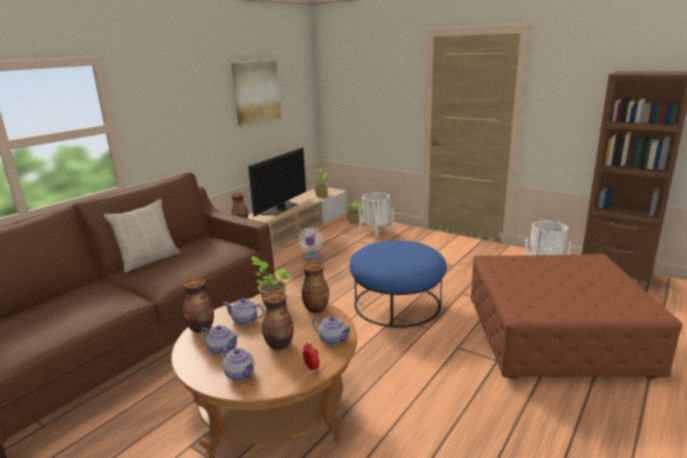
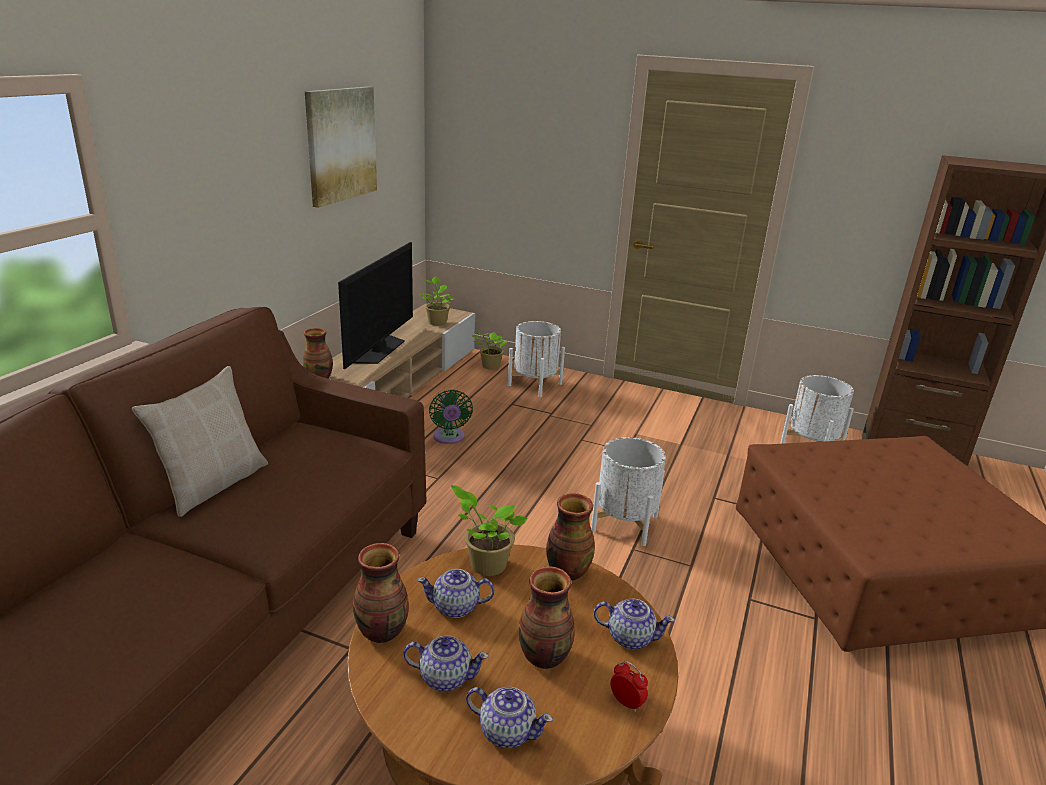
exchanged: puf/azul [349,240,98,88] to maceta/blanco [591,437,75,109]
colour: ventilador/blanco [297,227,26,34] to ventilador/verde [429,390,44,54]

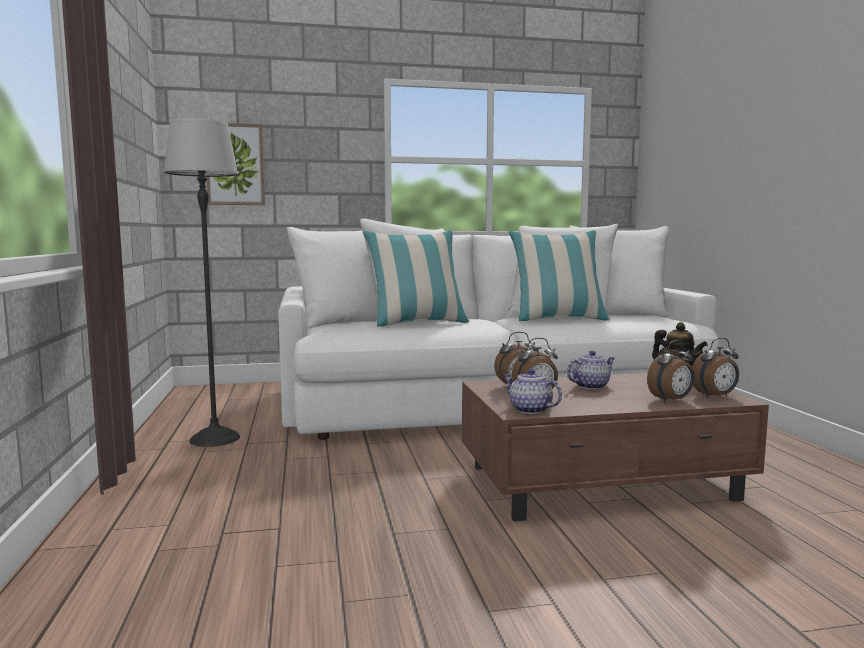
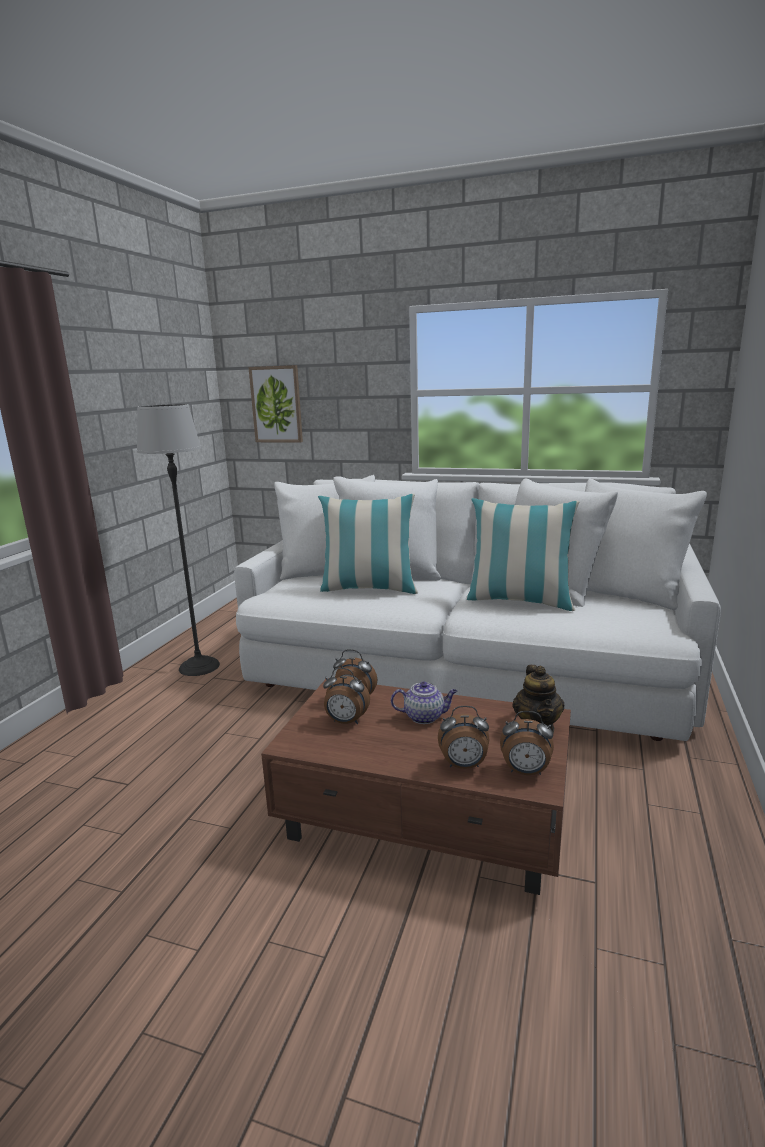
missing: tetera [503,369,59,45]

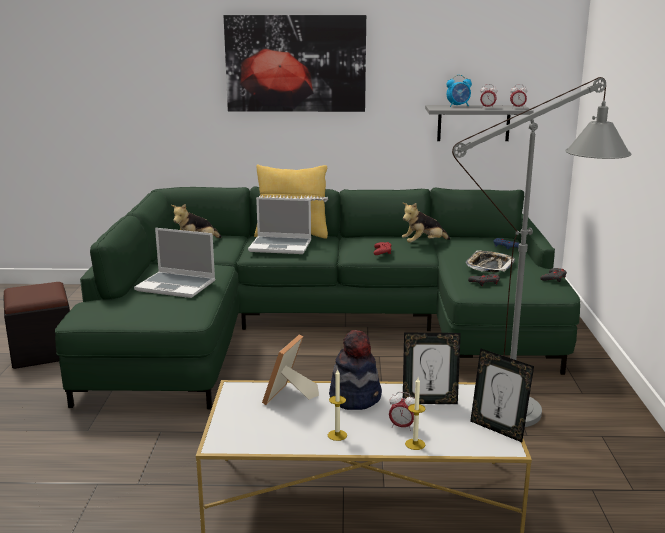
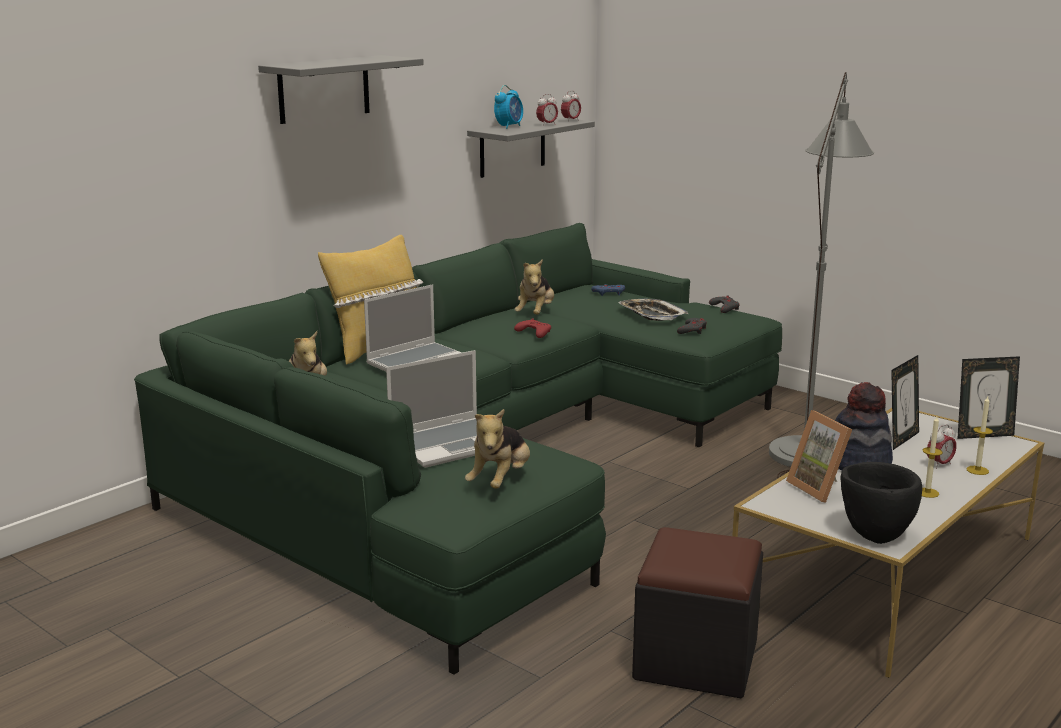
appeared: peluche [465,409,65,80]; cuenco/negro [840,462,82,82]
relocated: puf/negro [3,282,67,87] to [632,527,131,171]
exchanged: cuadro [224,15,142,97] to estante/gris [258,55,166,69]

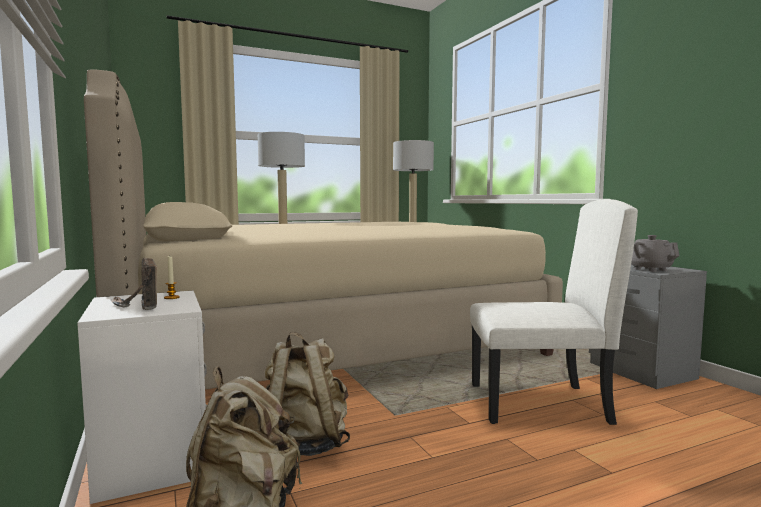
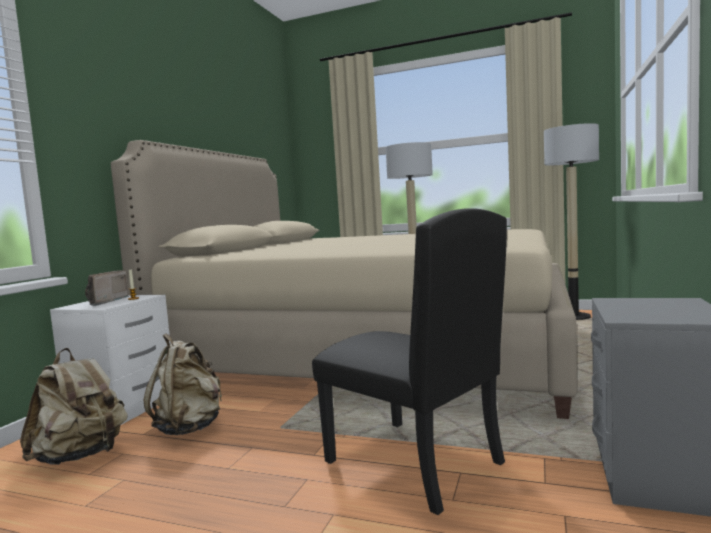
missing: tetera/gris [631,235,49,37]
colour: silla/blanco [470,199,168,226] to silla/negro [312,208,195,307]

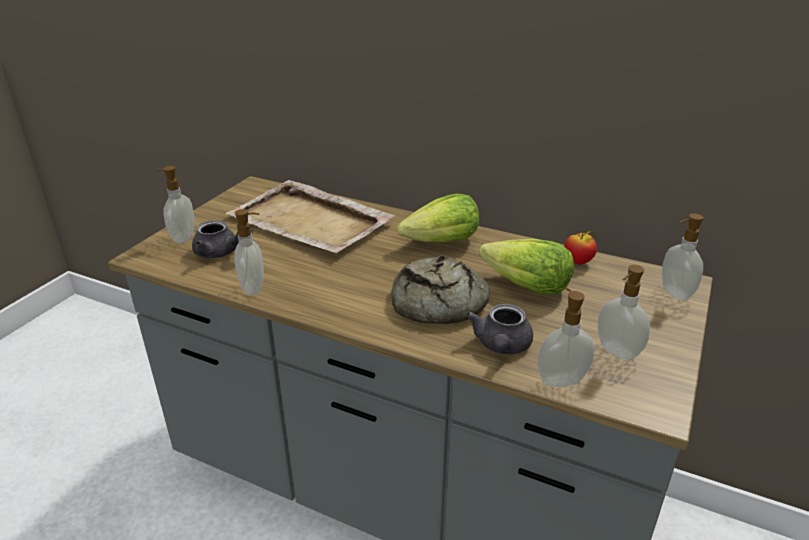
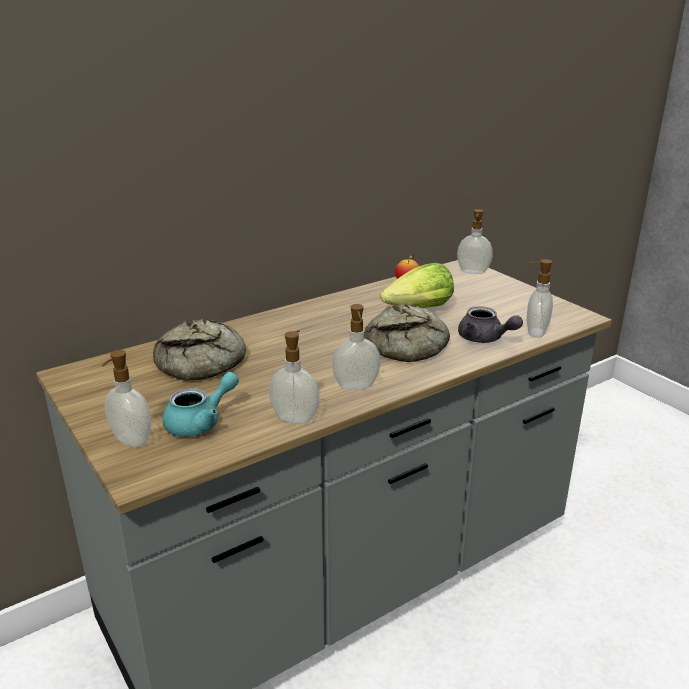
missing: lechuga [397,194,82,48]
relocated: dispensador de jabón [598,265,52,95] to [332,304,49,86]
exchanged: bandeja/beis [226,180,169,73] to pan [153,319,93,62]
colour: tetera/gris [192,220,61,38] to tetera/turquesa [163,372,76,65]

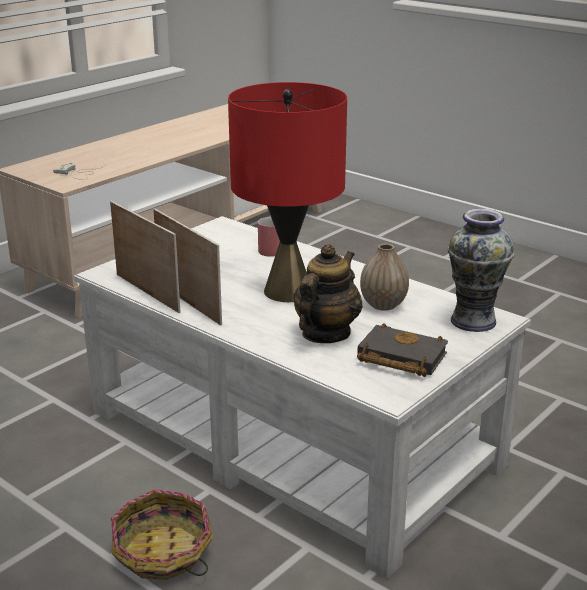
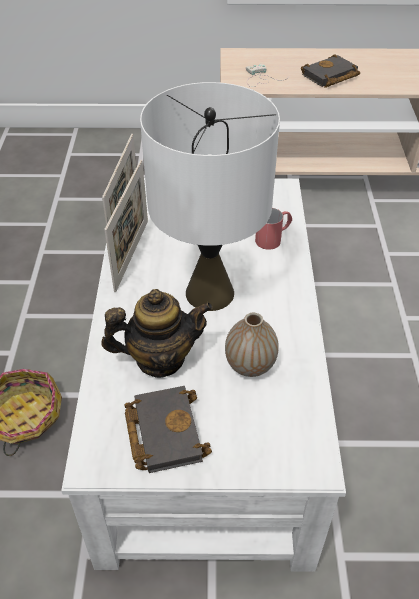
missing: florero [448,208,67,124]
appeared: libro/negro [301,54,59,34]
colour: lámpara de mesa/rojo [228,82,119,220] to lámpara de mesa/blanco [140,82,140,229]

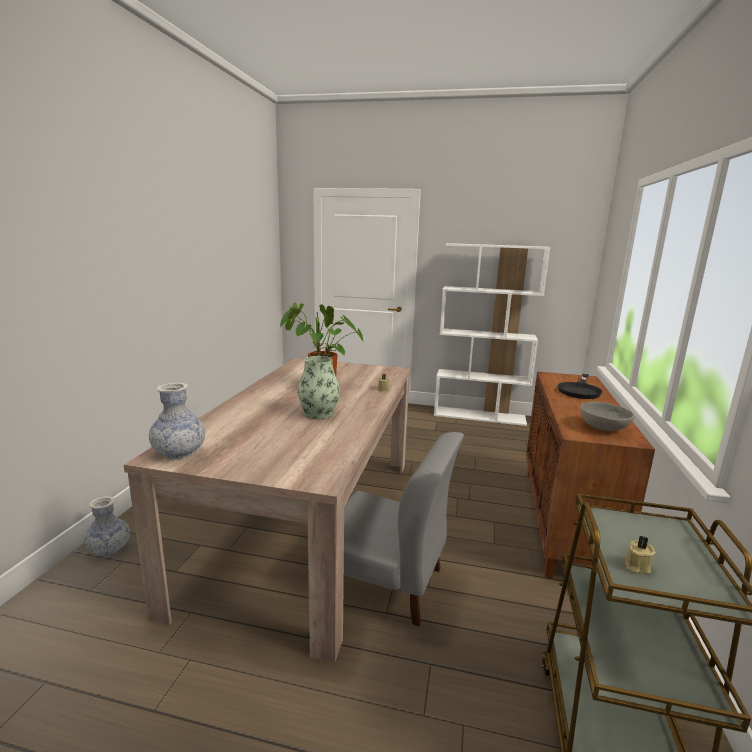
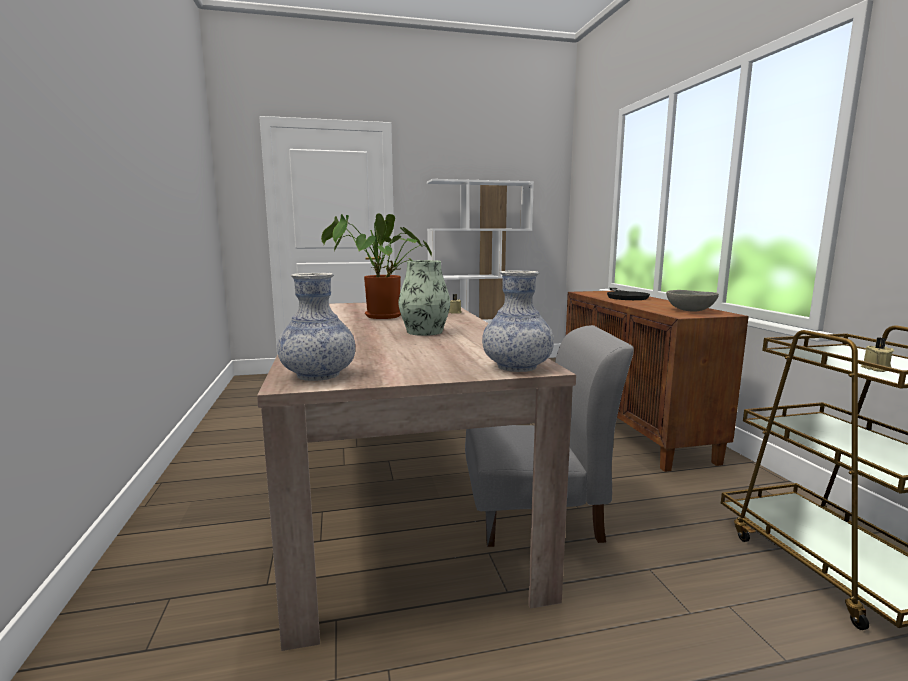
relocated: florero [84,496,46,60] to [482,270,72,102]

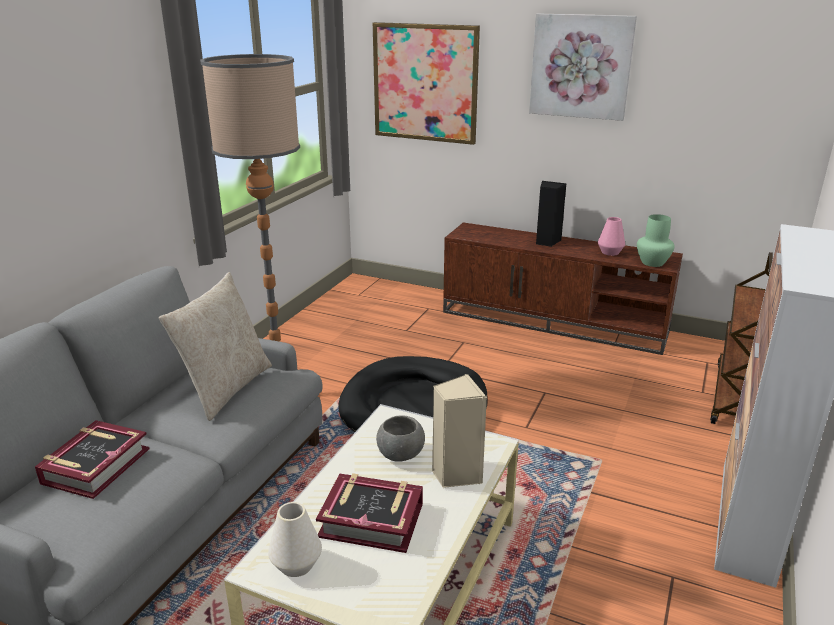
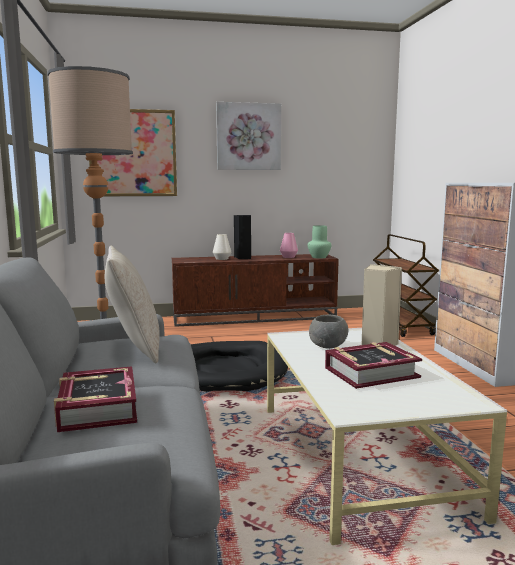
relocated: florero/blanco [268,502,54,75] to [213,234,18,26]

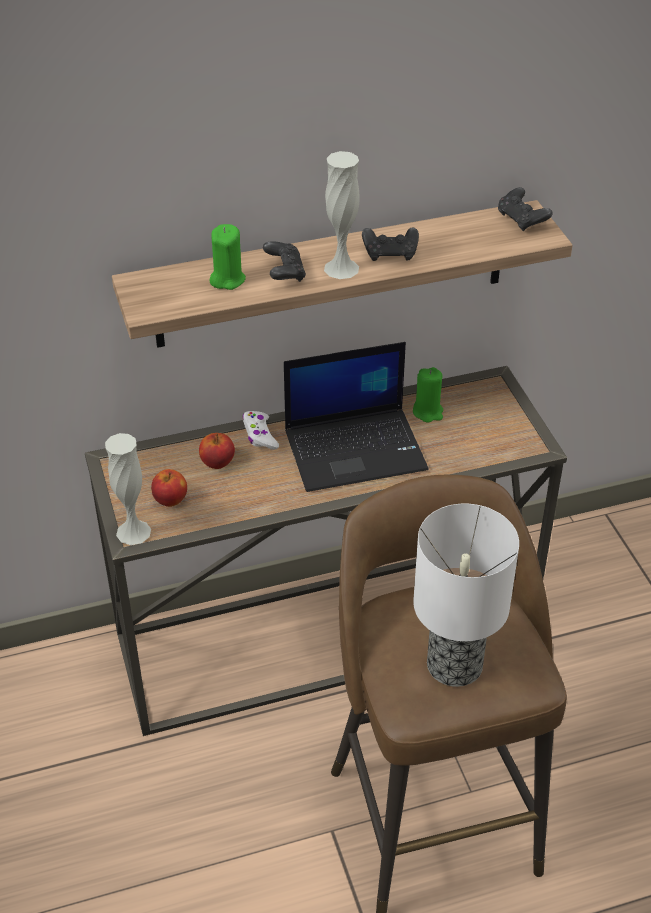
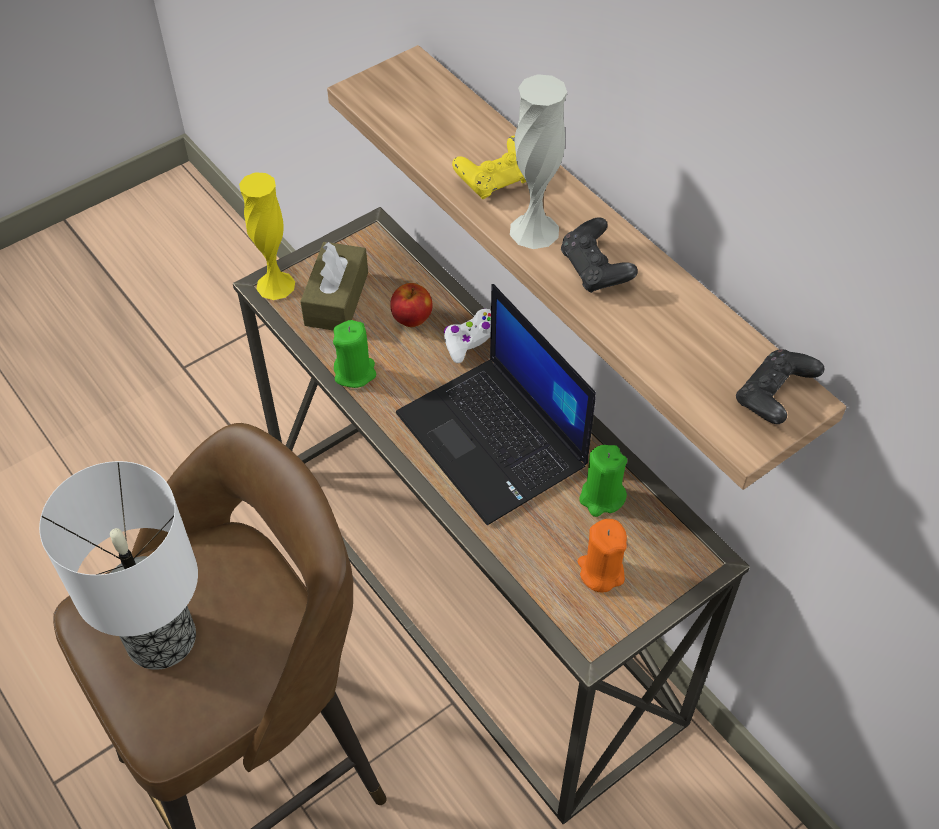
appeared: vela/naranja [578,519,49,74]
relocated: vela/verde [210,224,36,66] to [333,320,43,68]
exchanged: manzana [151,469,36,38] to caja de pañuelos/marrón [300,242,68,89]
colour: florero/blanco [105,433,46,112] to florero/amarillo [239,172,56,128]; mando de consola/negro [263,241,43,41] to mando de consola/amarillo [452,136,74,63]

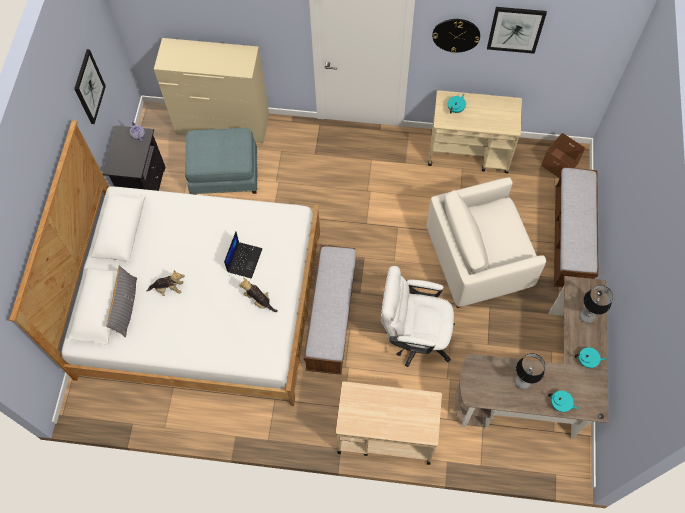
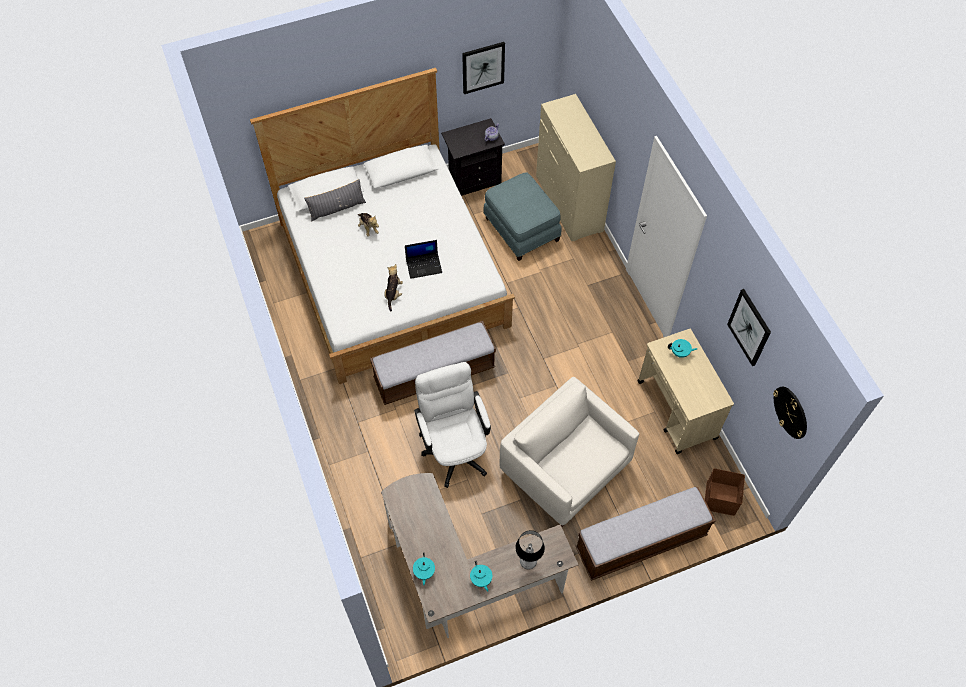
missing: carrito/beis [336,381,106,84]; lámpara de mesa [515,353,30,37]
relocated: reloj de pared [432,19,48,34] to [773,387,34,52]

